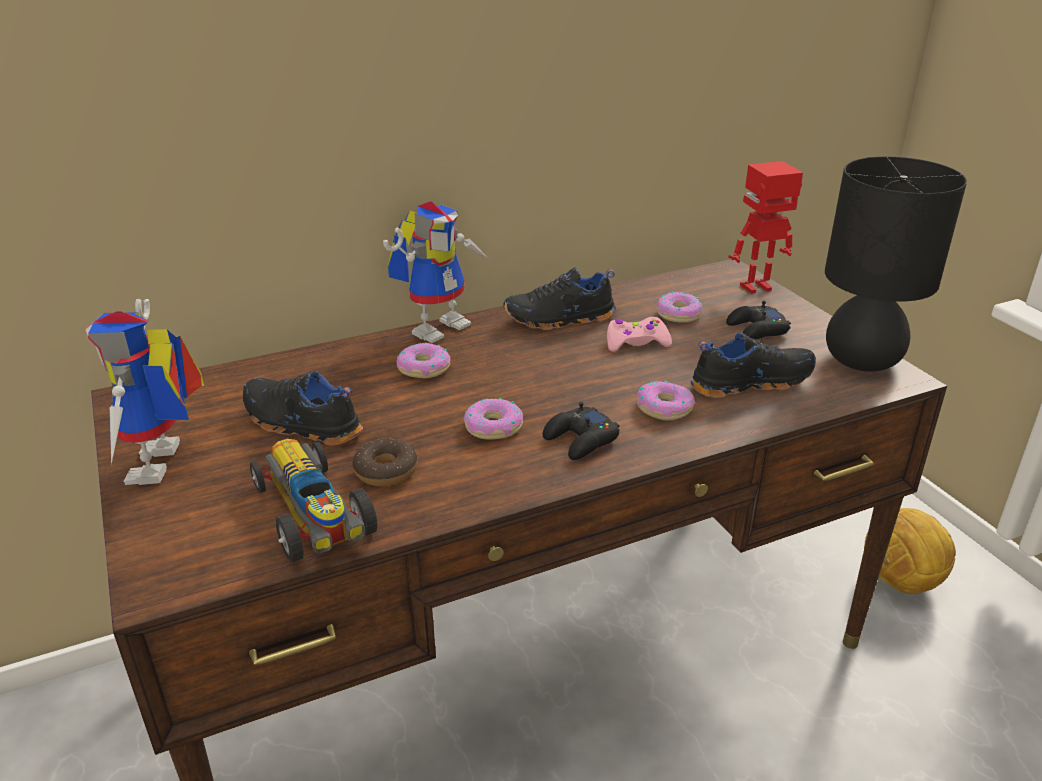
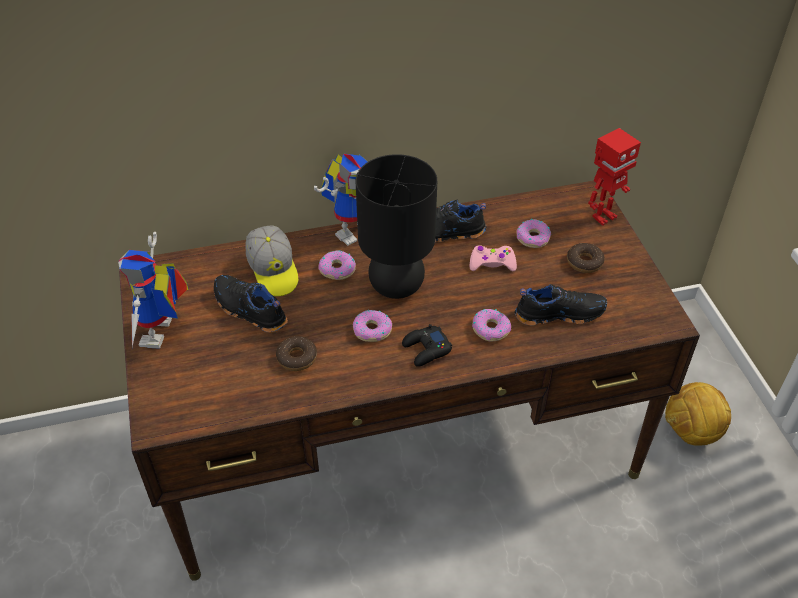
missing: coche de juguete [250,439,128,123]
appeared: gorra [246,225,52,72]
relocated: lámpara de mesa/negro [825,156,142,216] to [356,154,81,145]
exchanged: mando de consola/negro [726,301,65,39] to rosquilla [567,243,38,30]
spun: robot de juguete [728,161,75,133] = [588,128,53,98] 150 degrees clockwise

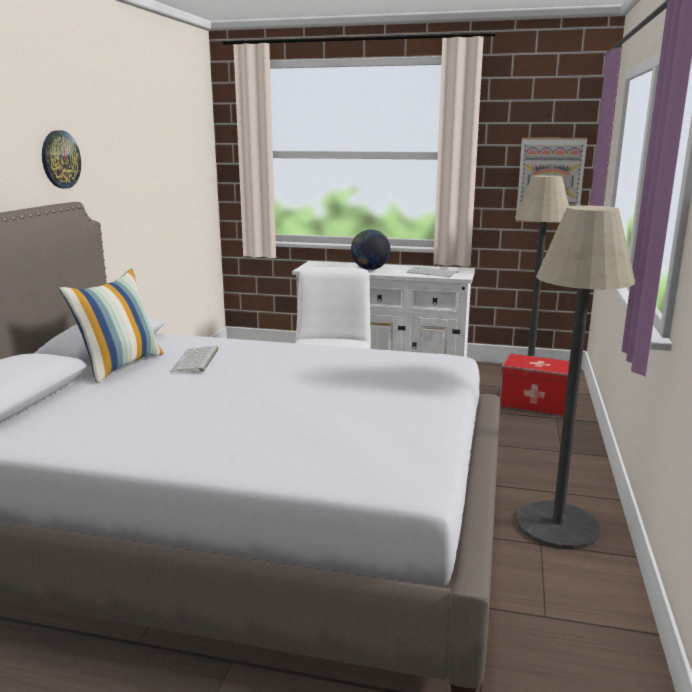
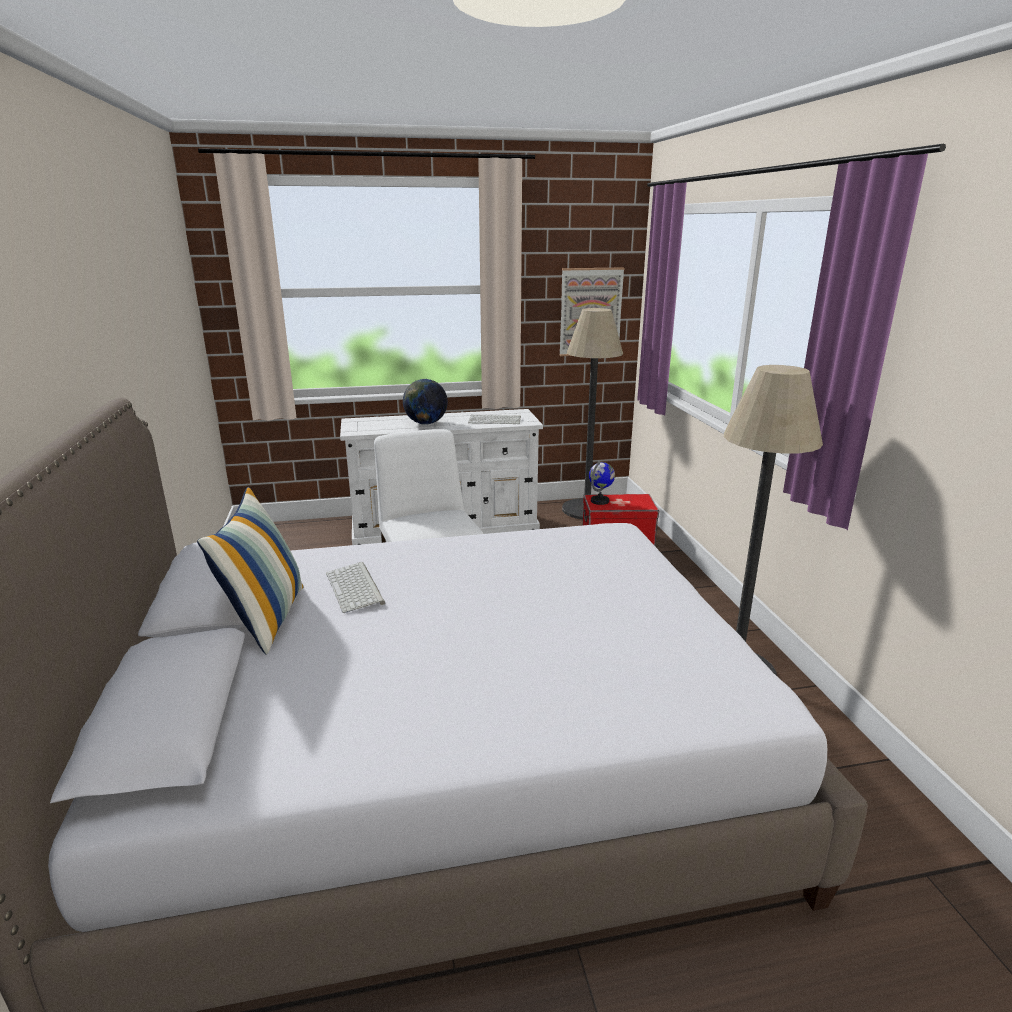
missing: reloj de pared [42,130,39,59]
appeared: globo terráqueo [589,461,26,44]

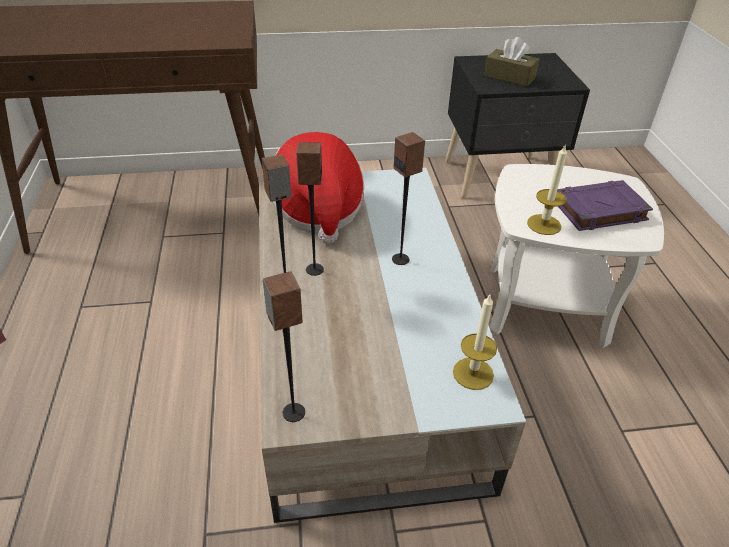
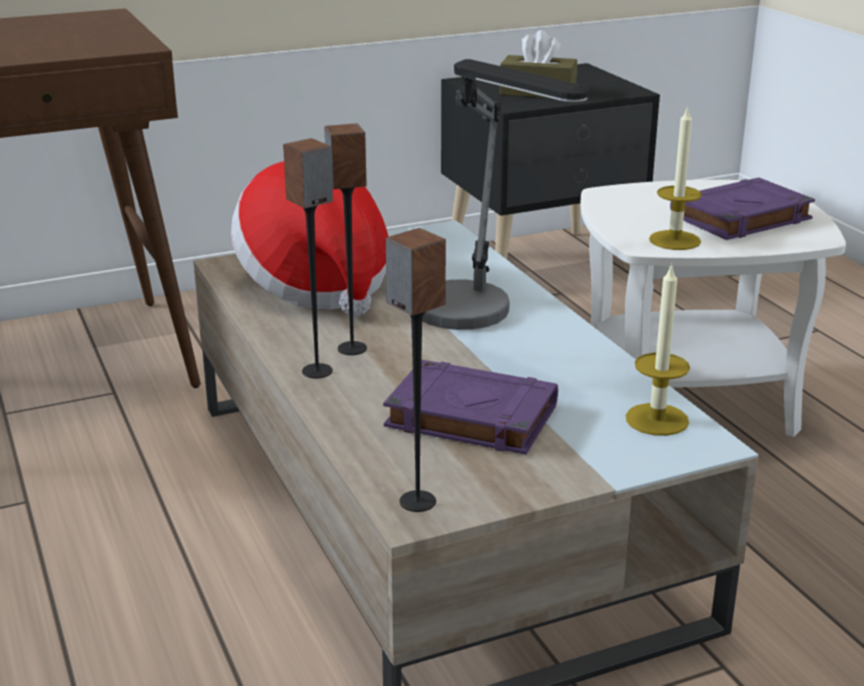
appeared: libro/morado [383,360,175,95]
exchanged: altavoz [392,132,33,133] to lámpara de mesa [422,59,167,271]

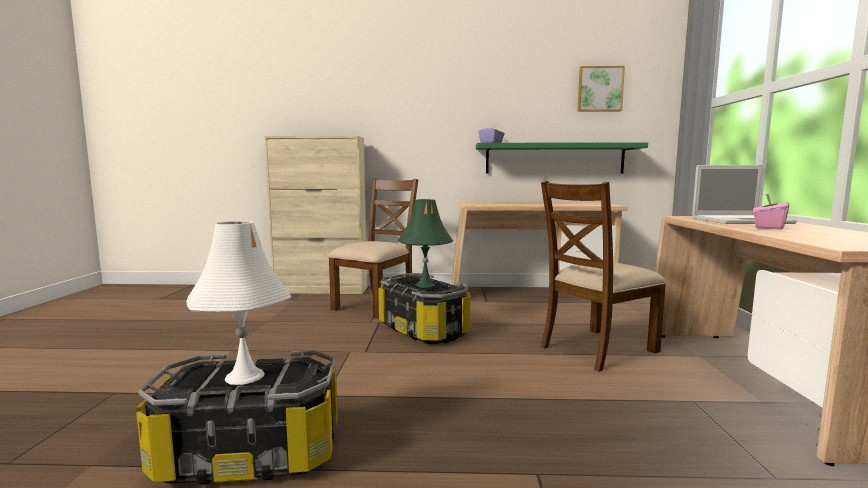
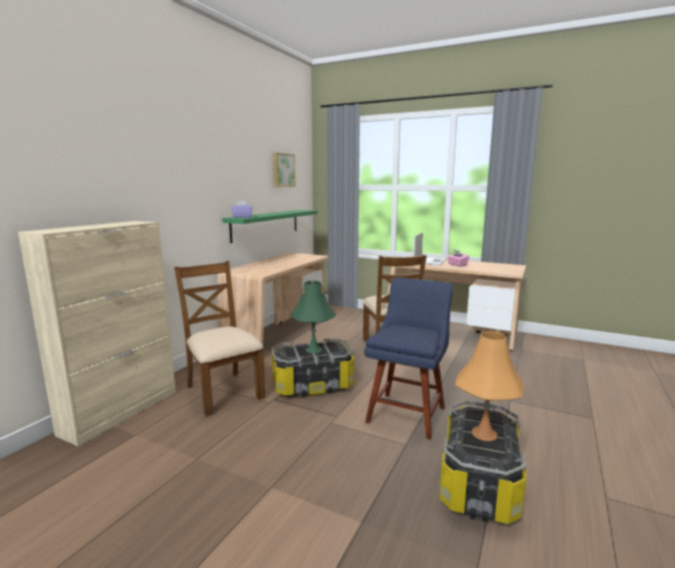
appeared: silla/azul [364,277,89,163]
colour: lámpara de mesa/blanco [187,221,104,164] to lámpara de mesa/naranja [455,332,69,109]

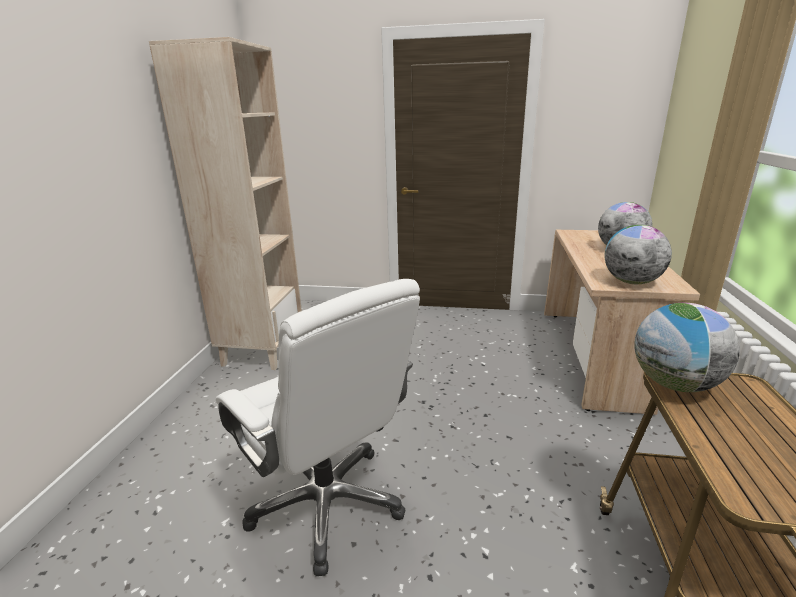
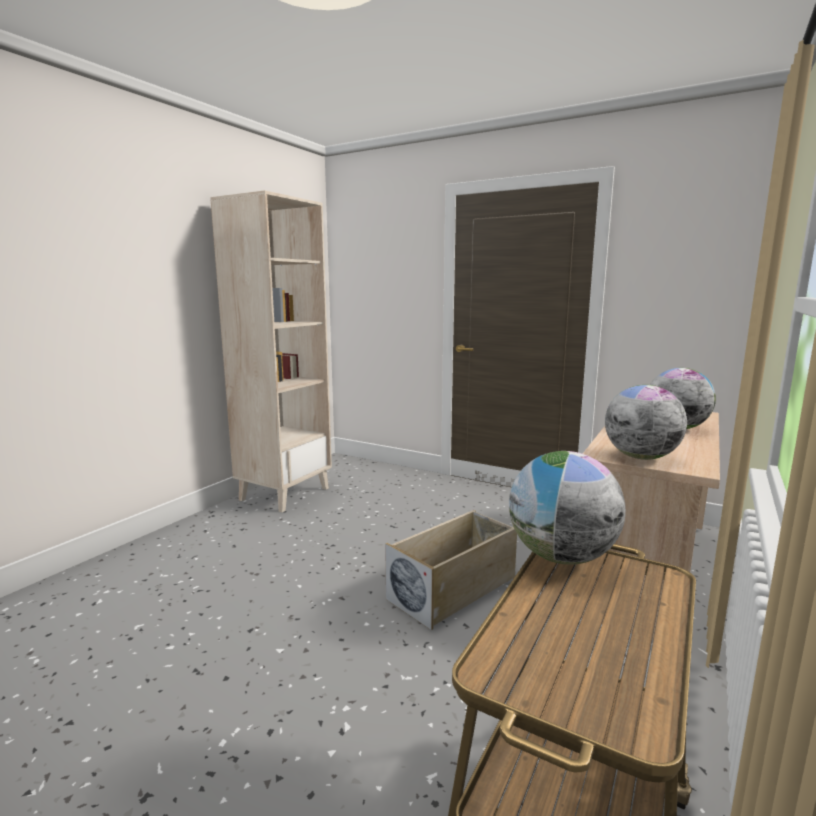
missing: silla de oficina/blanco [216,279,204,297]
appeared: caja de almacenaje/beis [385,510,132,120]

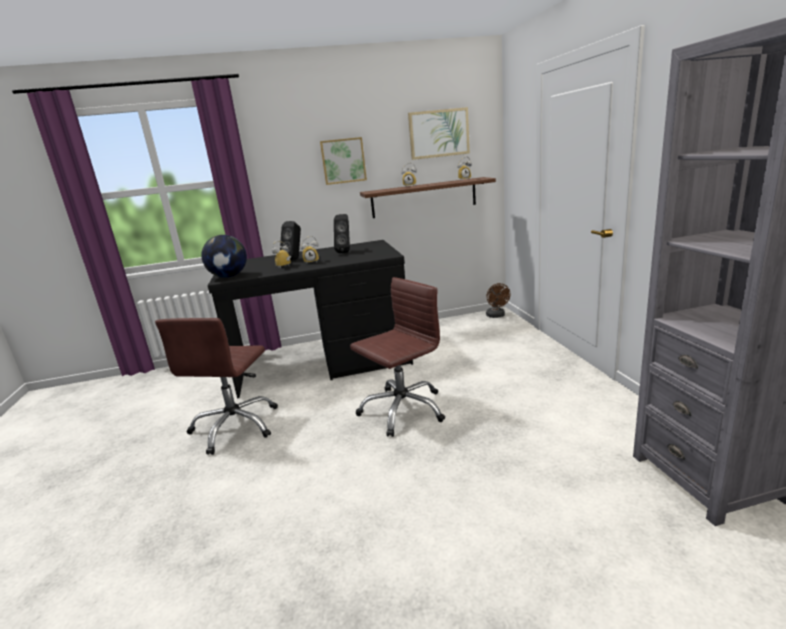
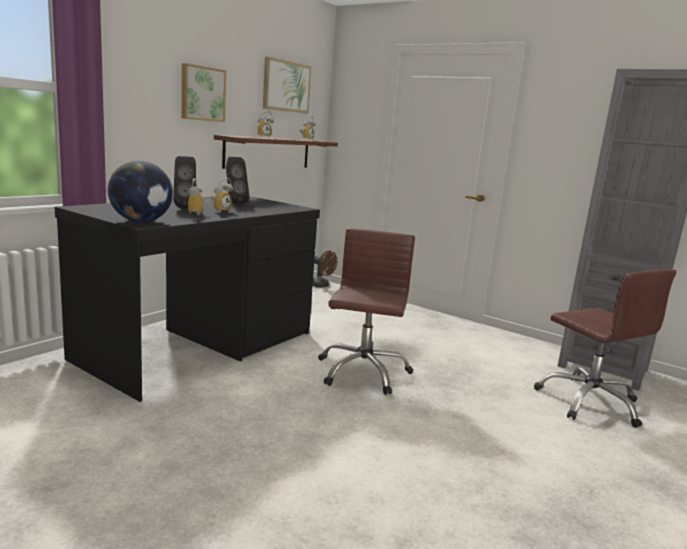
relocated: silla de oficina/marrón [155,318,123,137] to [534,269,143,159]

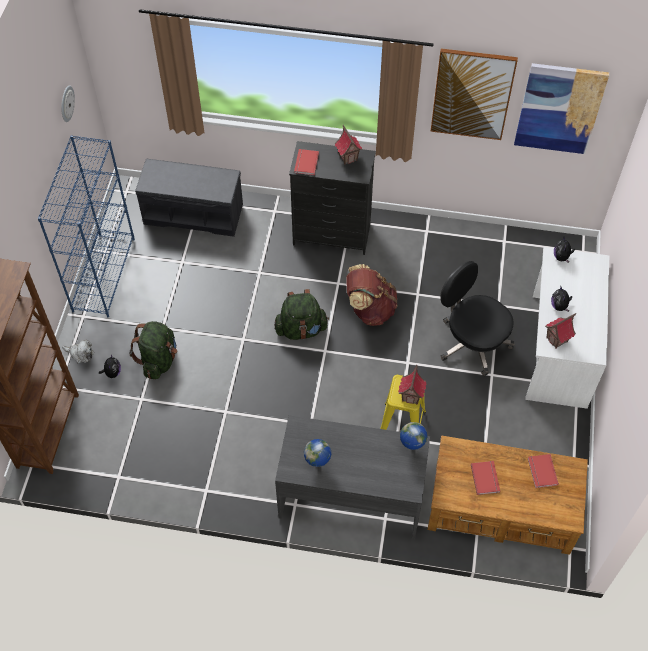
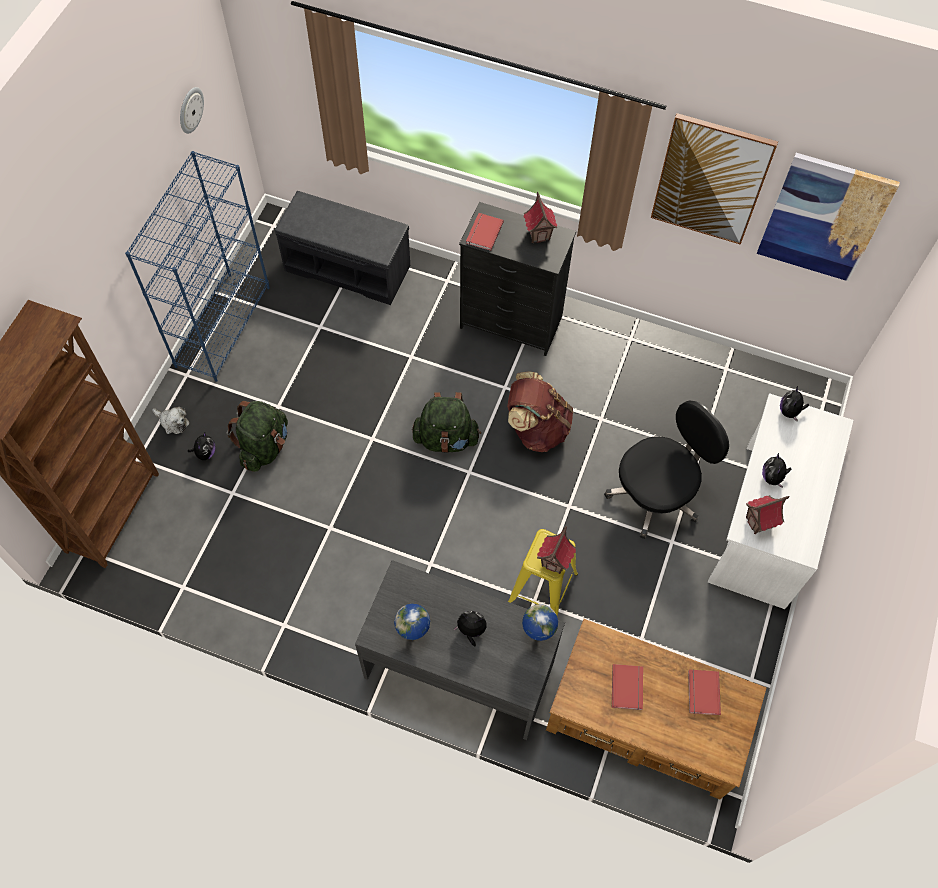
appeared: peluche [453,611,34,36]
spun: silla de oficina/negro [440,261,75,115] = [604,401,125,138] 90 degrees clockwise

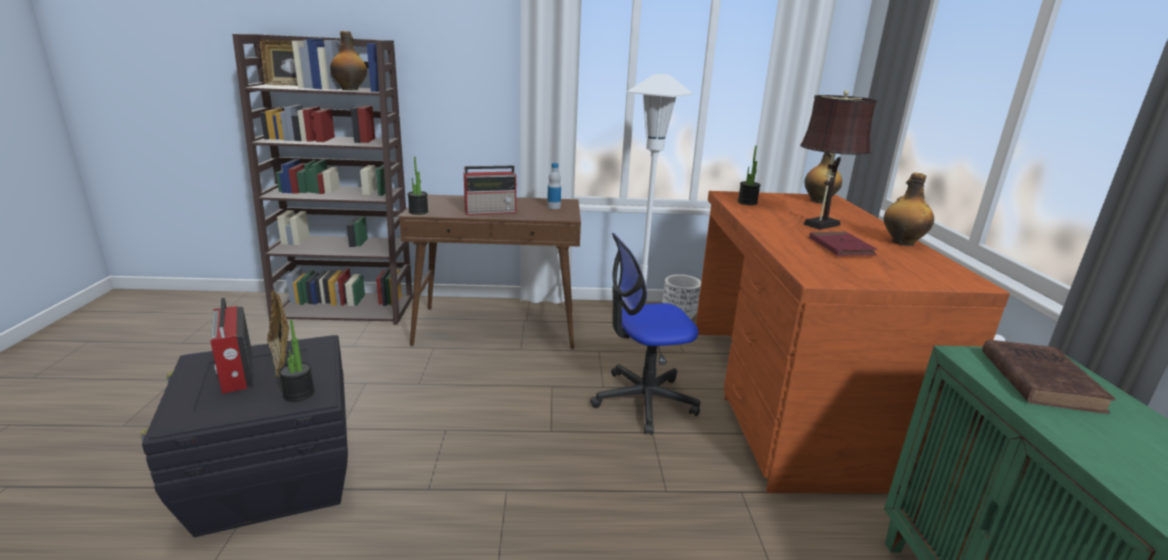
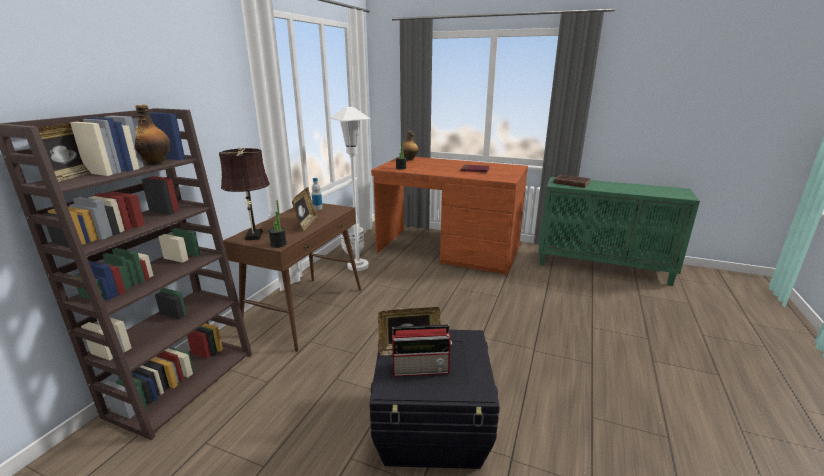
missing: planta en maceta [279,319,36,83]; silla de oficina [590,233,110,202]; botella [884,173,50,73]
relocated: lámpara de mesa/marrón [800,90,77,140] to [219,147,51,93]
exchanged: radio [464,166,54,49] to portarretratos [292,187,26,44]

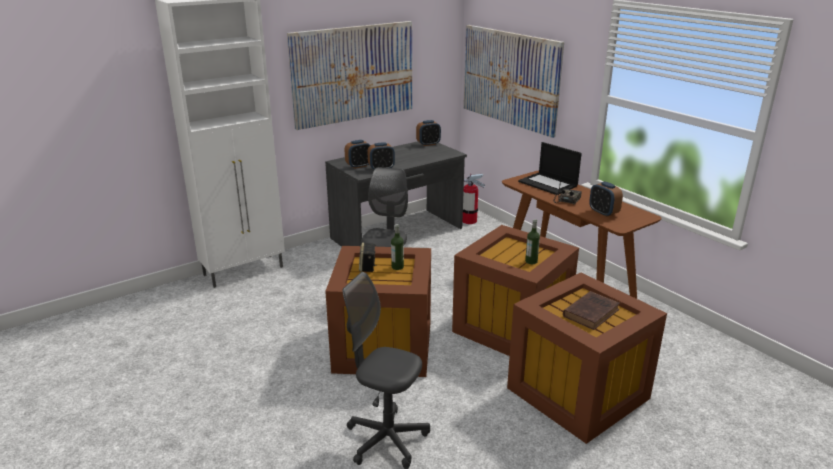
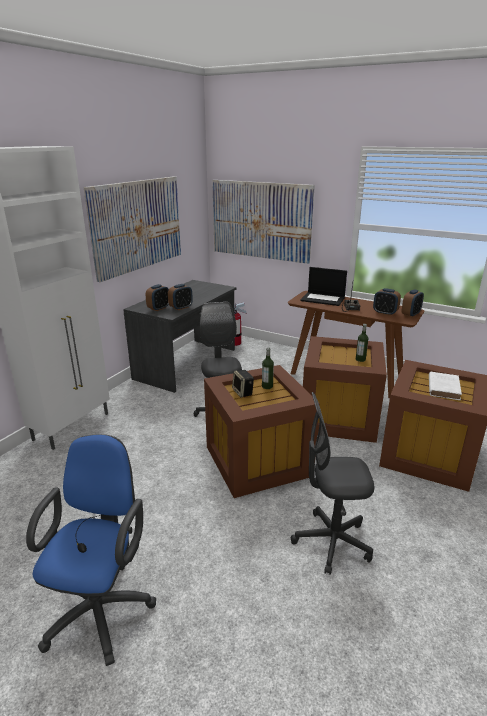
appeared: silla de oficina/azul [26,434,130,232]
relocated: despertador [416,120,25,26] to [402,289,22,28]
colour: libro/marrón [563,291,57,39] to libro/blanco [429,372,33,28]

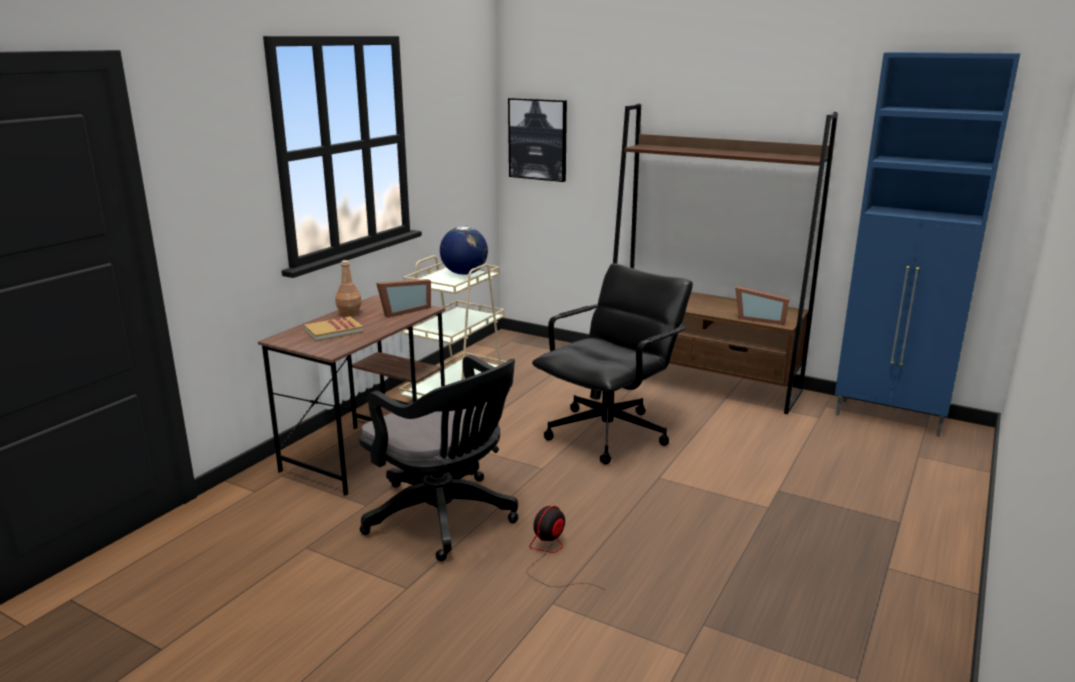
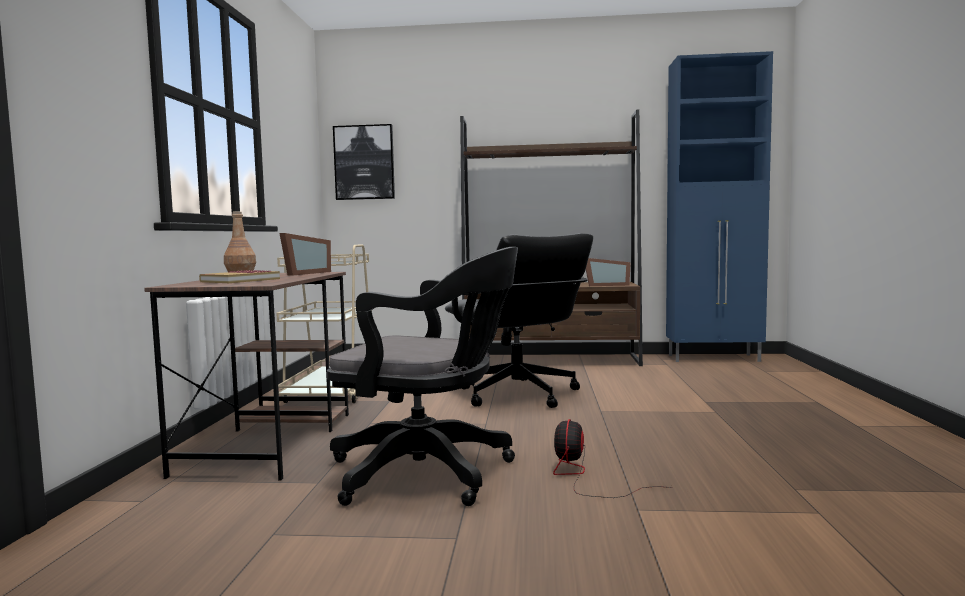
missing: globo terráqueo [440,226,48,49]
spun: silla de oficina/negro [532,263,161,201] = [445,233,148,175] 135 degrees clockwise

